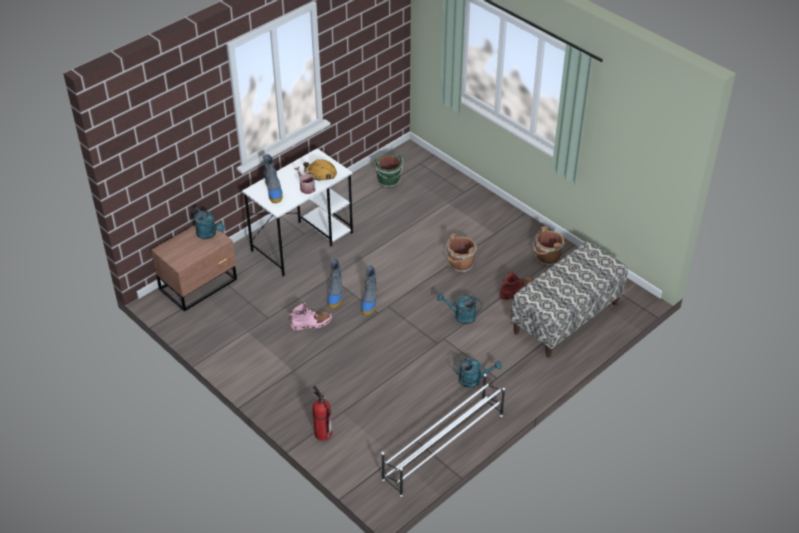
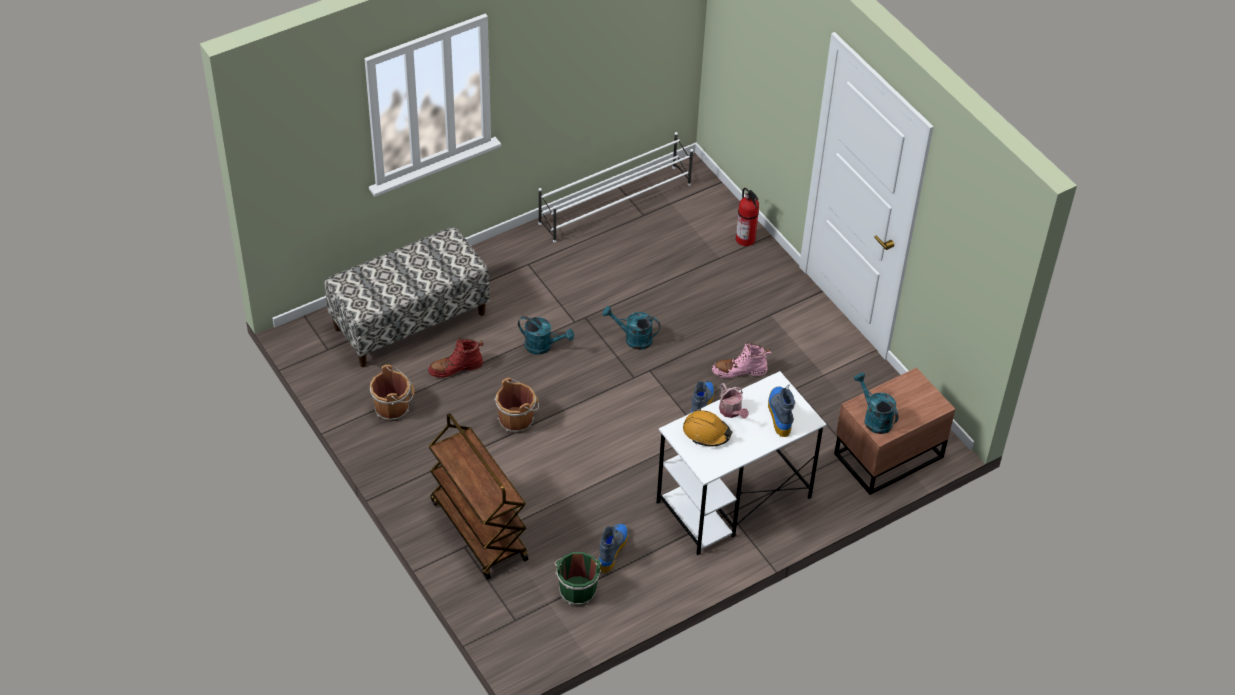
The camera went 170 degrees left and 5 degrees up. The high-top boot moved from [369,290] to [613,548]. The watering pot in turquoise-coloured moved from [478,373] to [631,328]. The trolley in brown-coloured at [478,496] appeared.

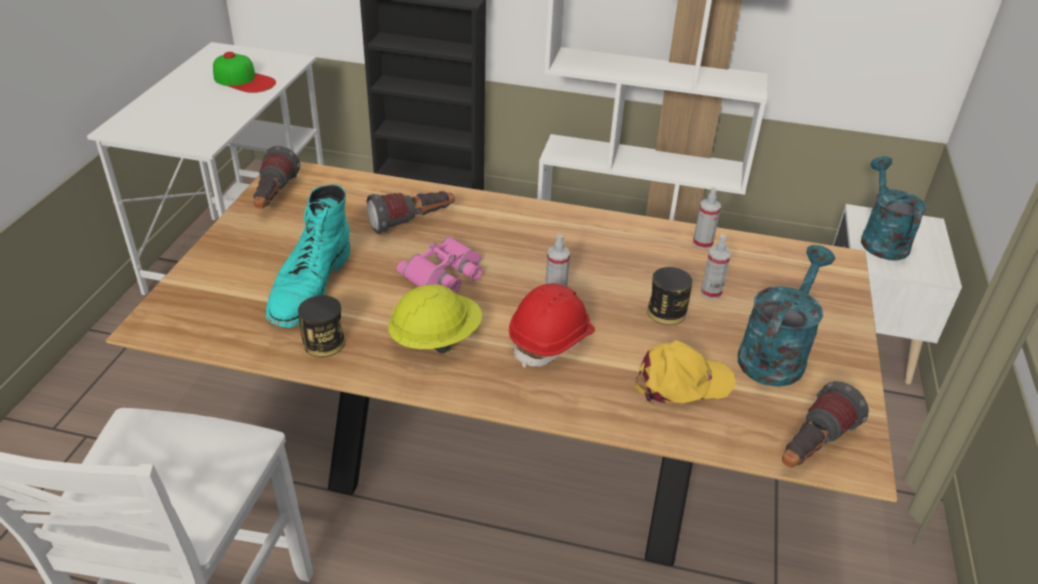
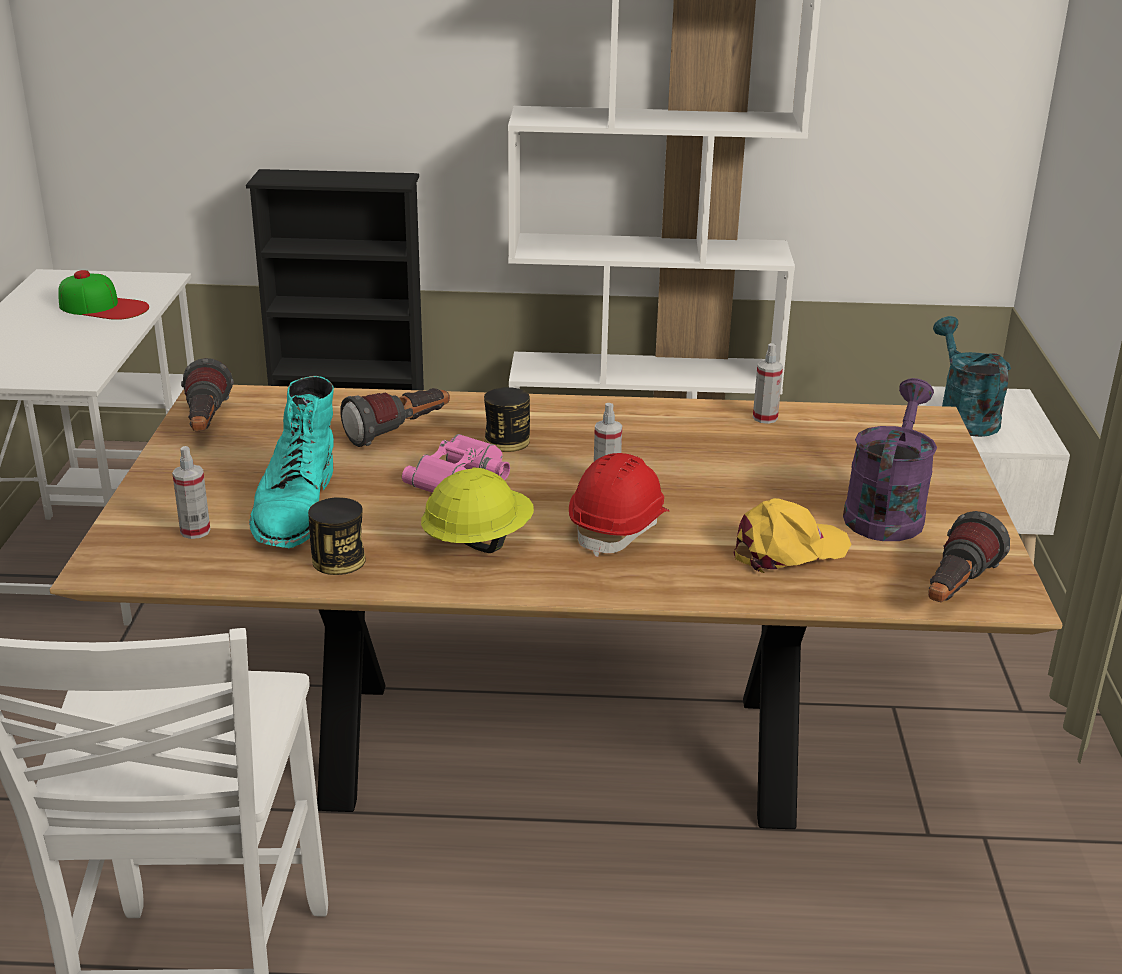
The camera went 10 degrees left and 10 degrees down. The can moved from [669,296] to [507,419]. The spray bottle moved from [716,266] to [191,492]. The watering pot in turquoise-coloured at [786,316] became the watering pot in purple-coloured at [890,459].

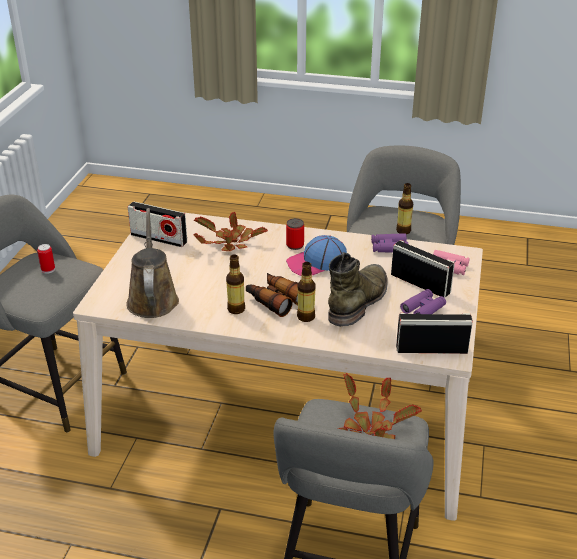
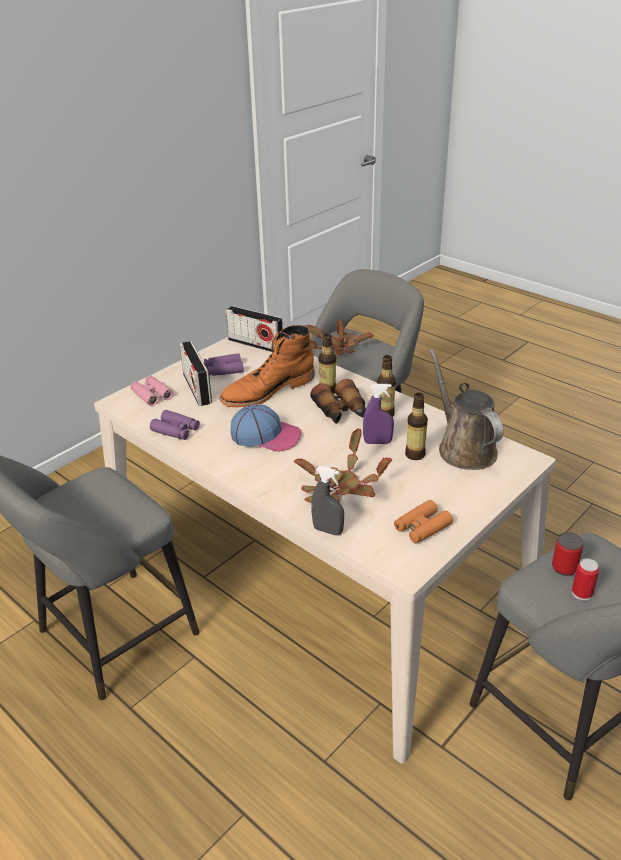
The camera went 150 degrees left and 0 degrees up. The watering pot in brown-coloured at [152,263] turned 135 degrees clockwise. The radio receiver at [157,224] was replaced by the binoculars in orange-coloured at [423,521]. The can moved from [295,234] to [567,554]. The high-top boot in greenish at [358,289] became the high-top boot in orange-coloured at [267,366]. The beverage bottle moved from [404,208] to [416,426]. The spray bottle in greyish at [327,501] appeared. The spray bottle in purple-coloured at [378,414] appeared.

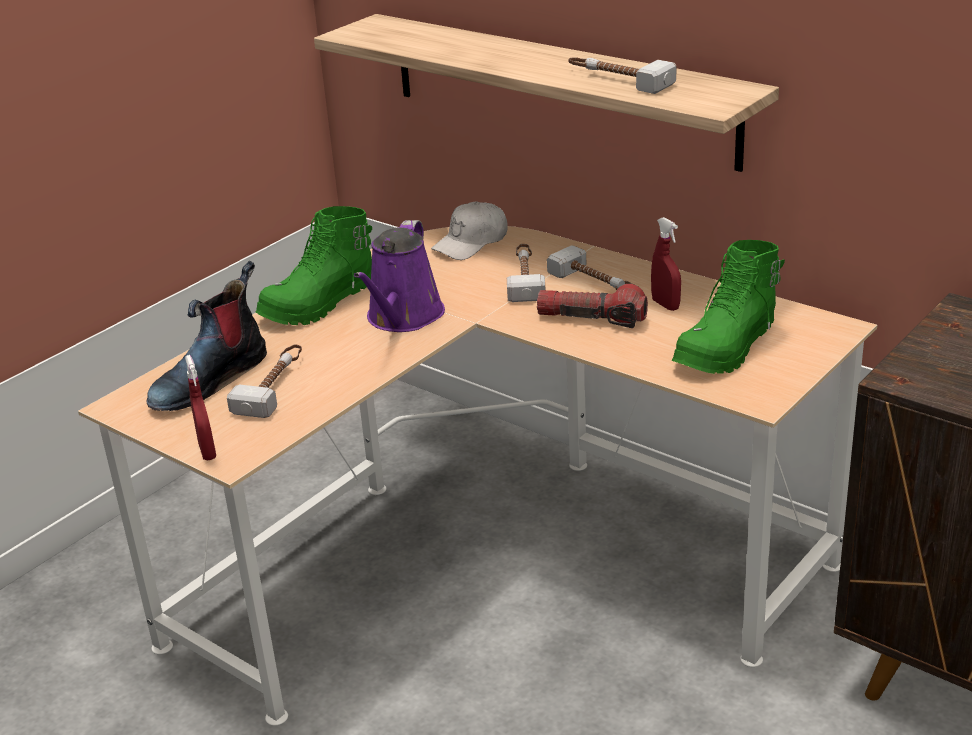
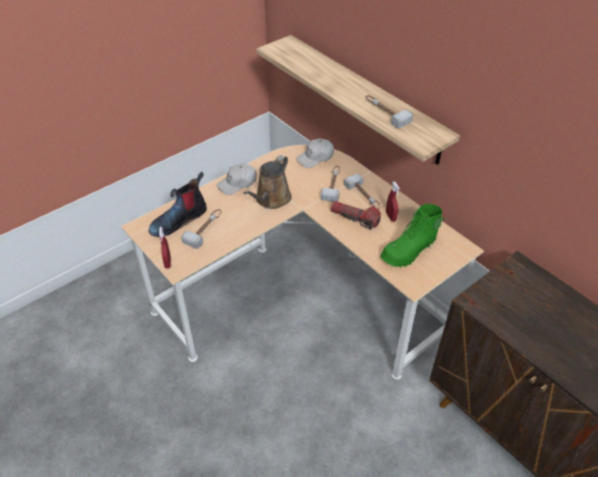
The camera went 10 degrees right and 15 degrees up. The high-top boot in greenish at [314,265] was replaced by the peaked cap in white-coloured at [237,179]. The watering pot in purple-coloured at [399,276] became the watering pot in brown-coloured at [267,182].

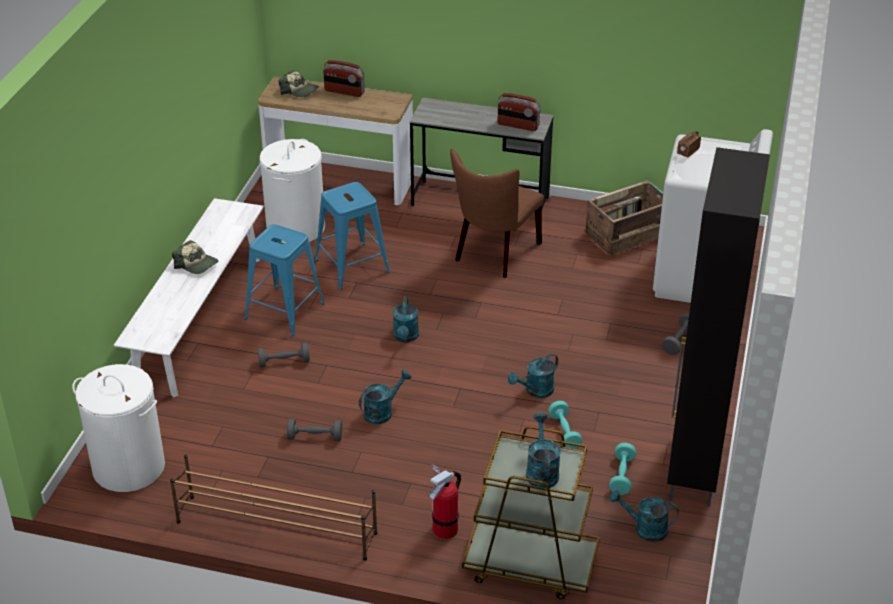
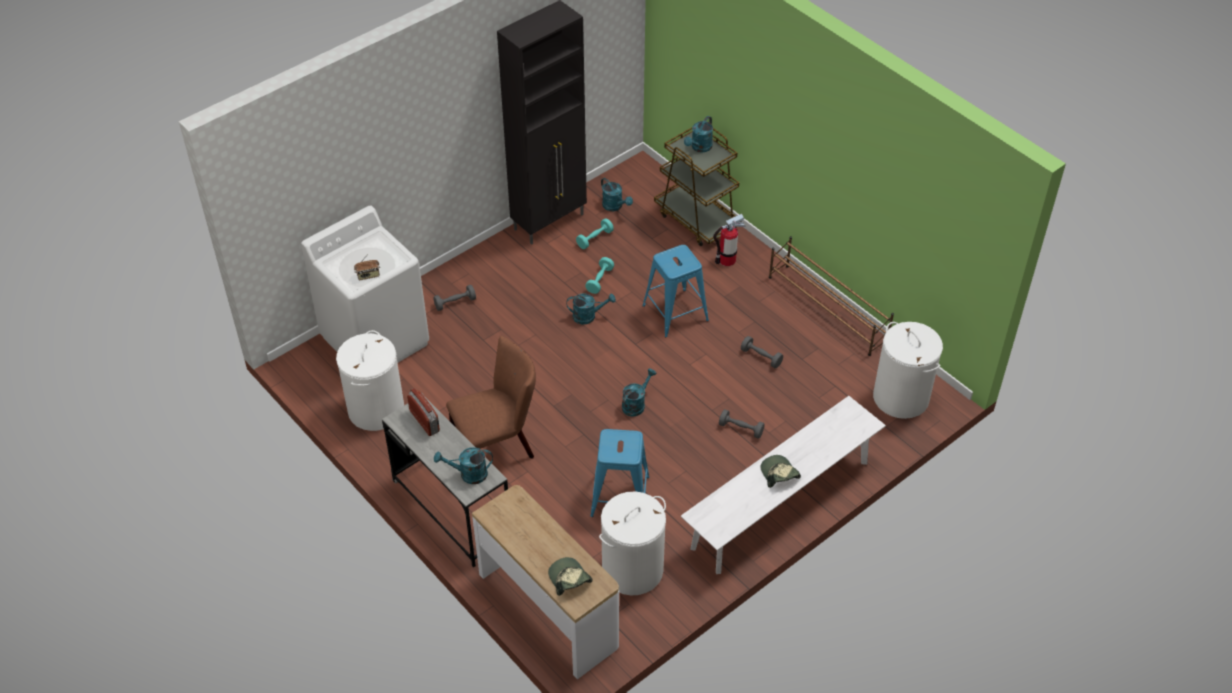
The camera went 145 degrees left and 10 degrees up. The stool seat in blue moved from [284,280] to [675,291]. The radio receiver at [344,78] disappeared. The watering pot in turquoise-coloured moved from [385,397] to [463,465]. The shipping crate at [624,217] was replaced by the laundry basket in white-coloured at [370,380].

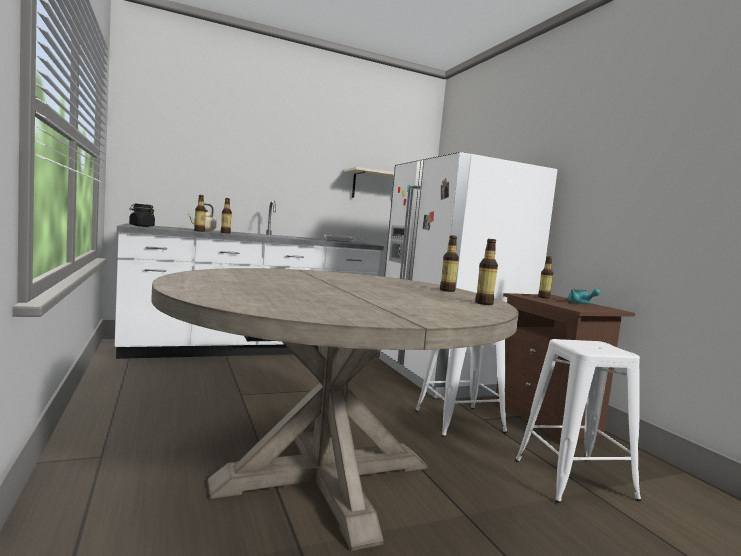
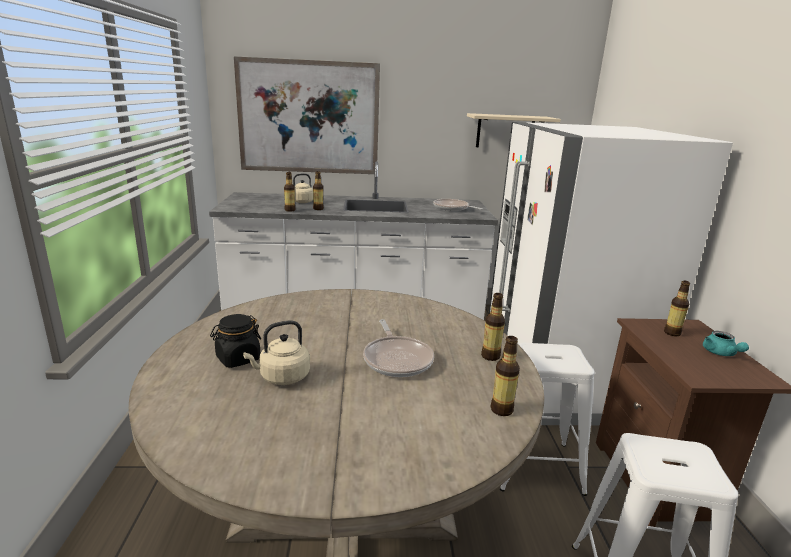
The camera went 20 degrees right and 15 degrees up. The jar in black moved from [142,215] to [235,341]. The wall picture at [307,115] appeared. The tea kettle in sand-coloured at [276,352] appeared. The skillet at [398,348] appeared.

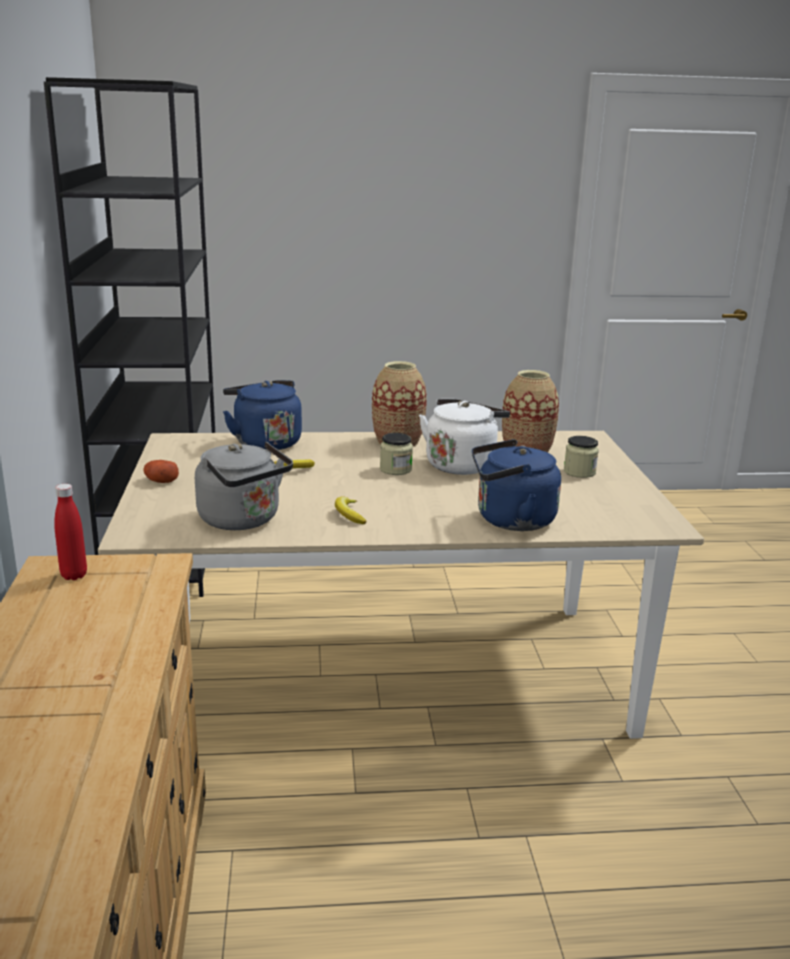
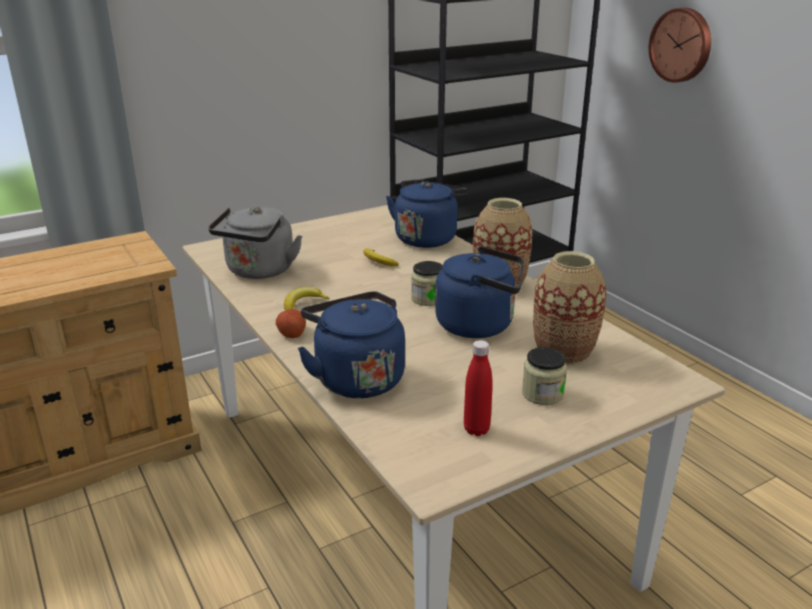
The camera went 65 degrees right and 5 degrees up. The beverage bottle in red-coloured moved from [70,532] to [478,388]. The potato moved from [161,471] to [291,323]. The tea kettle in white-coloured at [464,437] became the tea kettle in blue at [479,292]. The clock on the wall at [680,45] appeared.

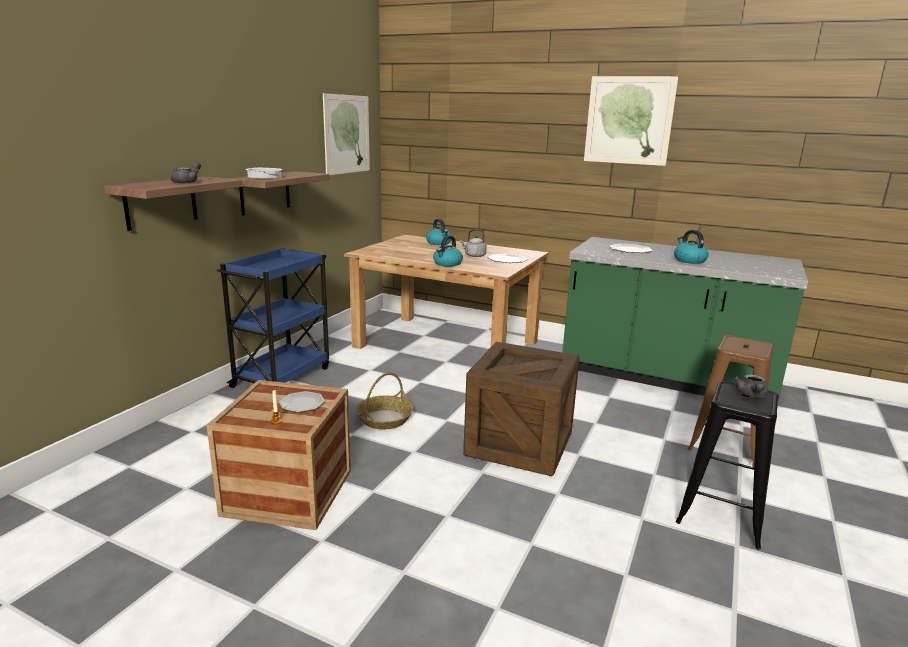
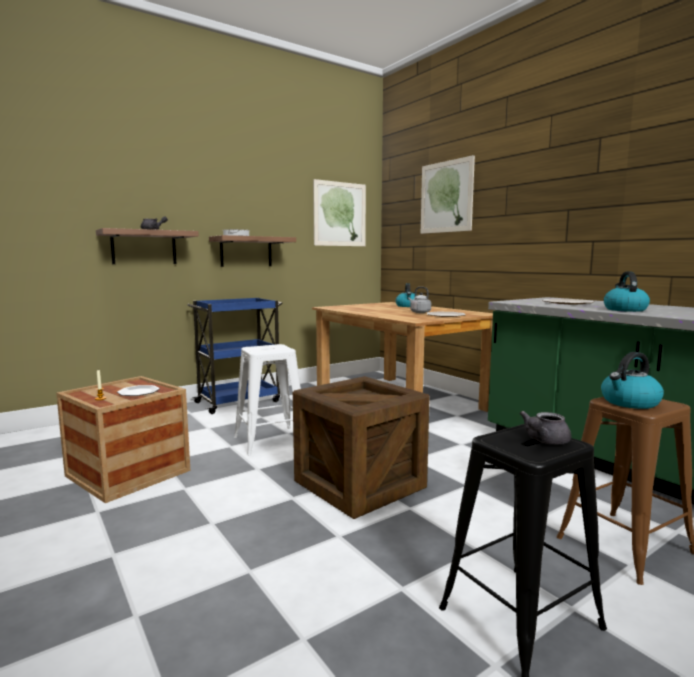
The camera went 30 degrees right and 10 degrees down. The storage basket at [384,401] was replaced by the stool seat in white-coloured at [267,400]. The tea kettle moved from [448,251] to [632,380]. The wall picture moved from [631,121] to [448,194].

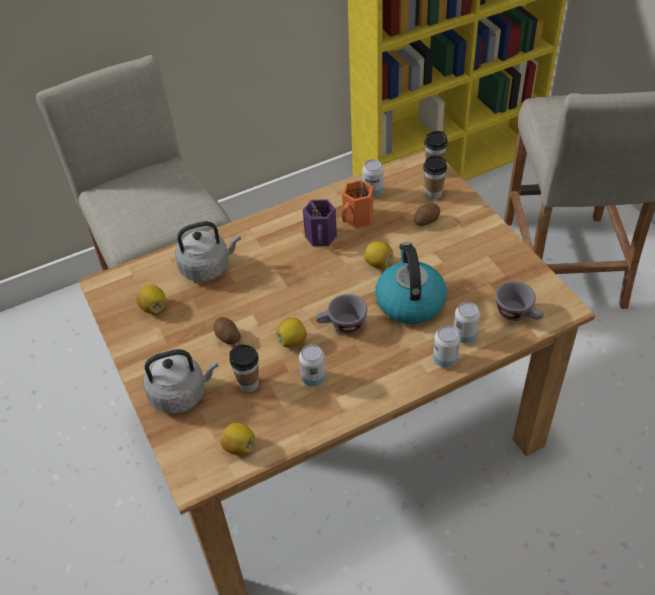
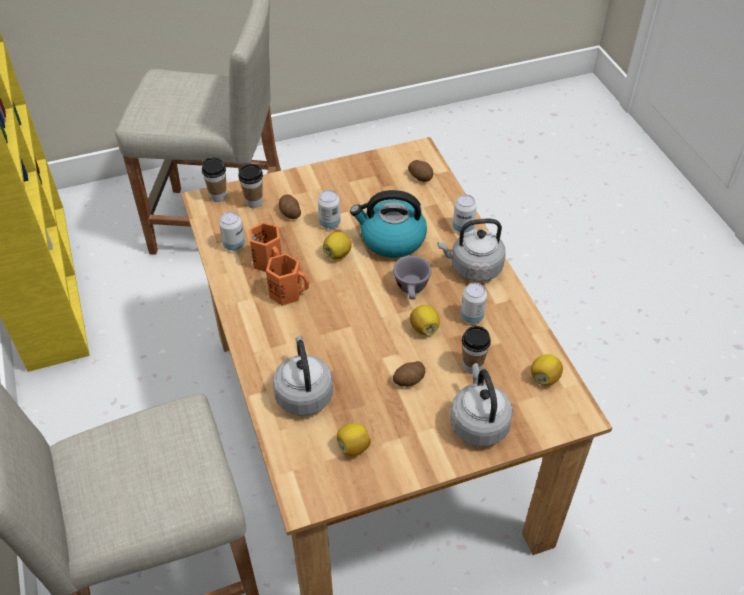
The camera went 85 degrees left and 0 degrees up. The coffee mug in purple-coloured at [320,222] became the coffee mug in orange-coloured at [287,279]. The can moved from [467,322] to [329,209]. The cup in greyish at [519,301] was replaced by the potato at [420,171]. The tea kettle in greyish at [471,250] appeared.

